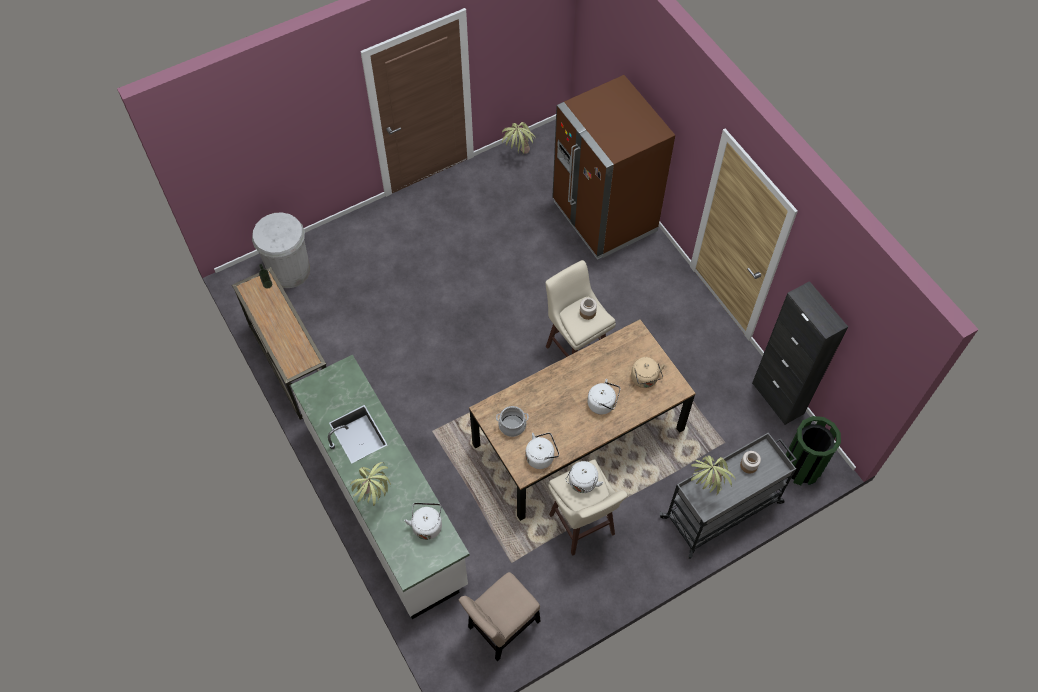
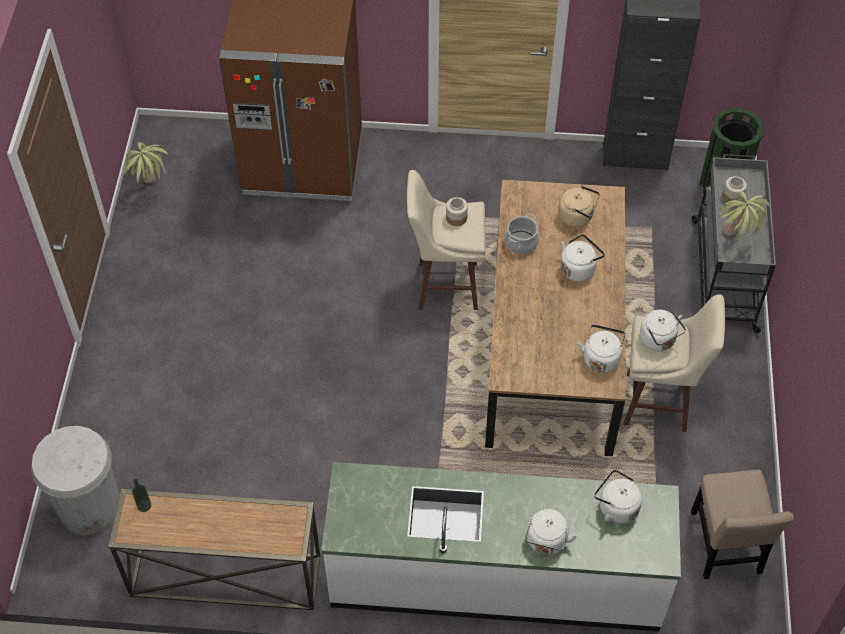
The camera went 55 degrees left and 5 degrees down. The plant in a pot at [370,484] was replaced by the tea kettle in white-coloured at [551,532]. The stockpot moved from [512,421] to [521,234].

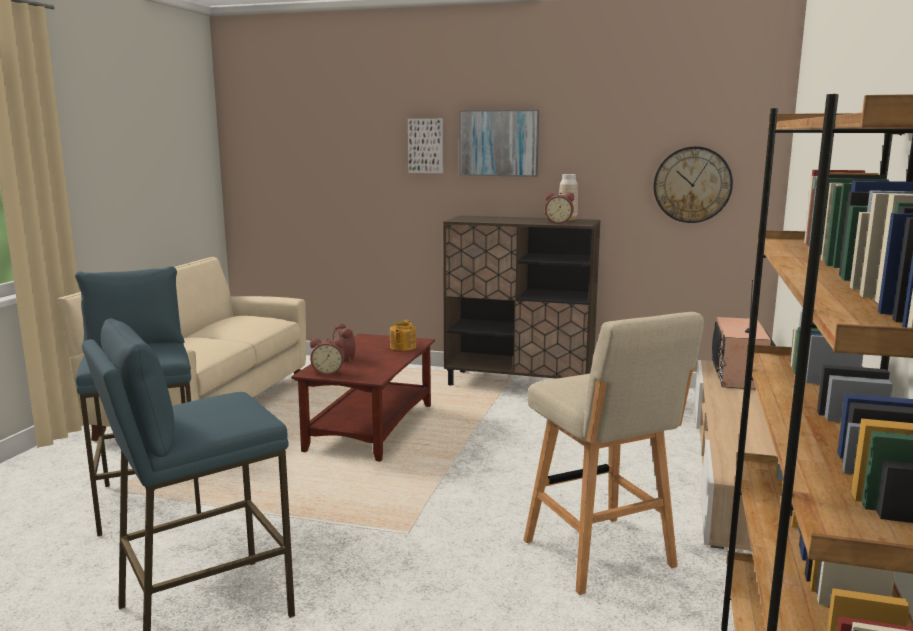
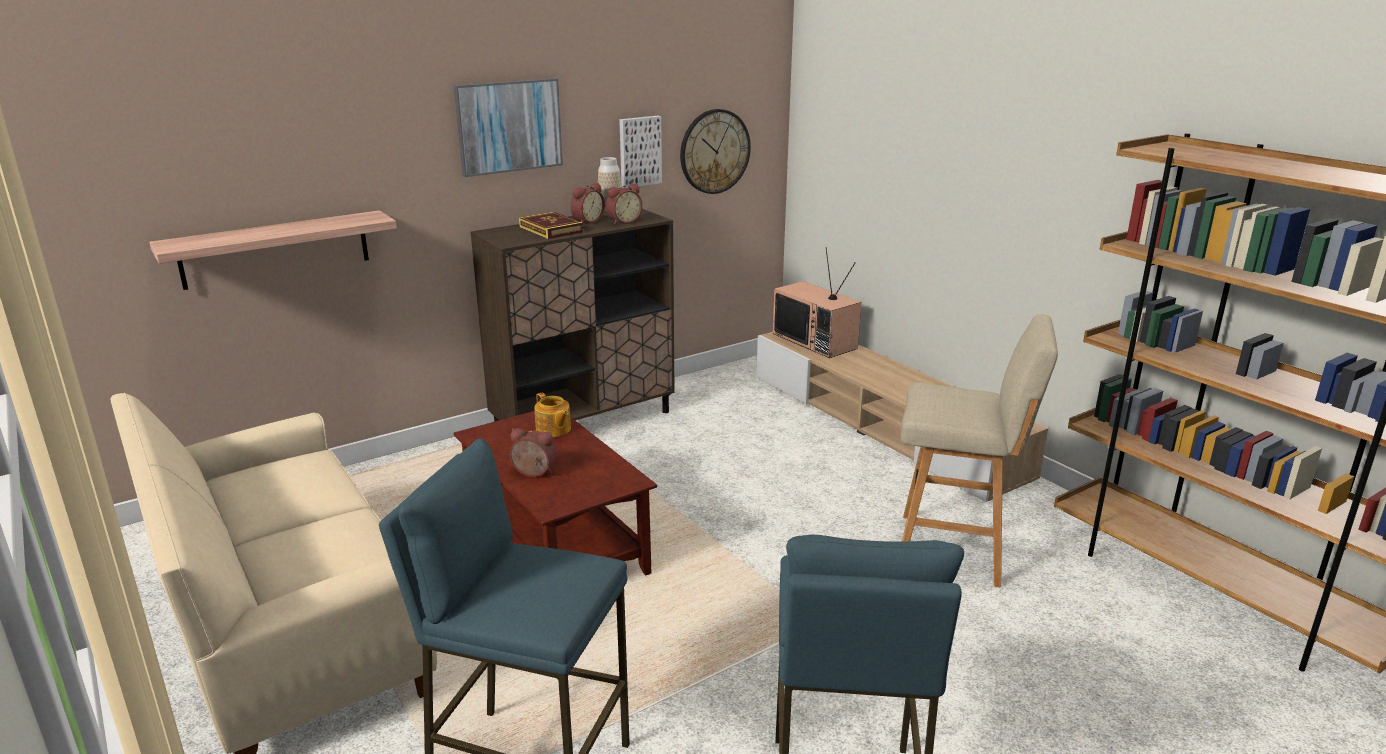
The camera went 50 degrees left and 10 degrees up. The bedside clock moved from [327,356] to [587,203]. The wall picture moved from [425,146] to [640,152]. The wall shelf at [273,250] appeared. The bound book at [551,225] appeared.

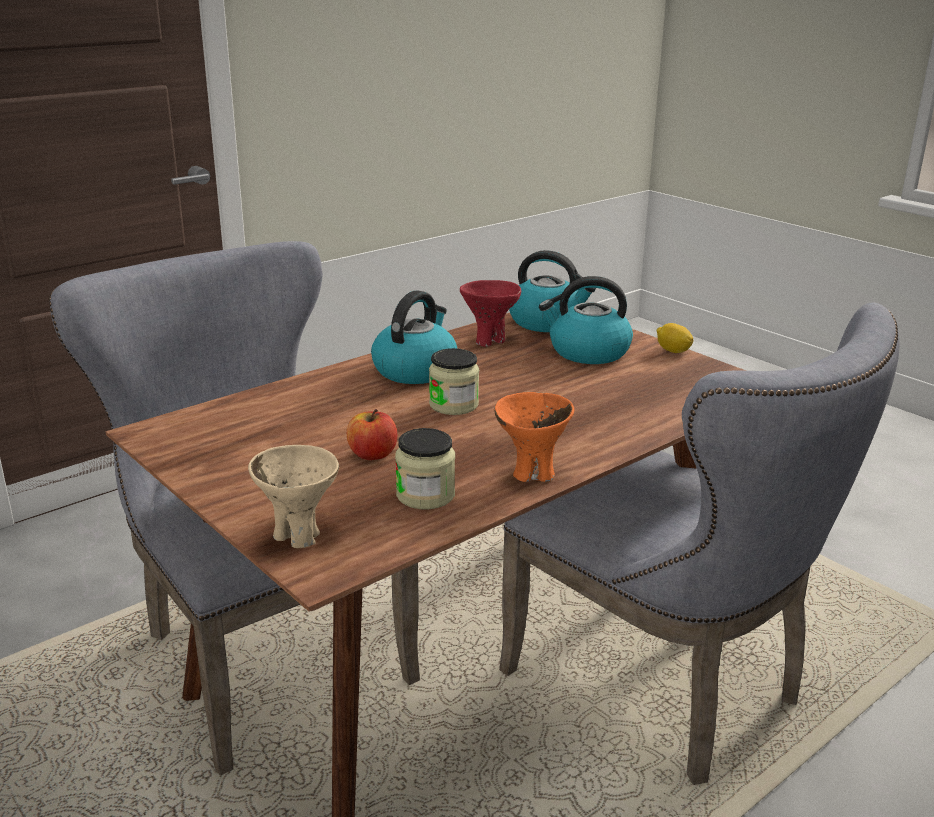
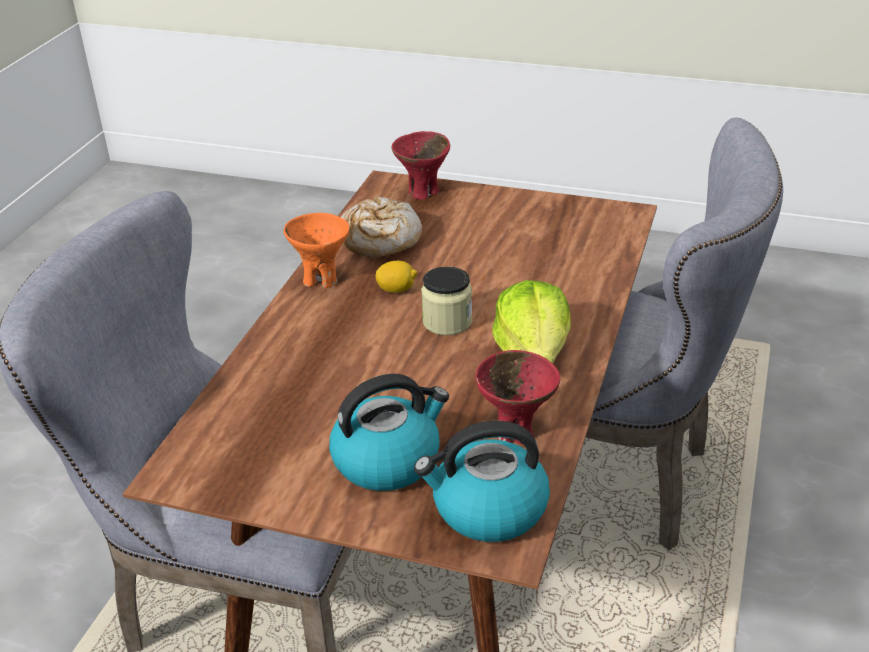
The camera went 150 degrees right and 10 degrees up. The deep dish in sand-coloured at [293,496] became the deep dish in red-coloured at [420,165]. The whole apple at [372,434] disappeared. The tea kettle at [414,337] was replaced by the lettuce head at [531,322]. The jar at [425,468] was replaced by the bread at [381,226]. The citrus fruit moved from [674,338] to [396,277].

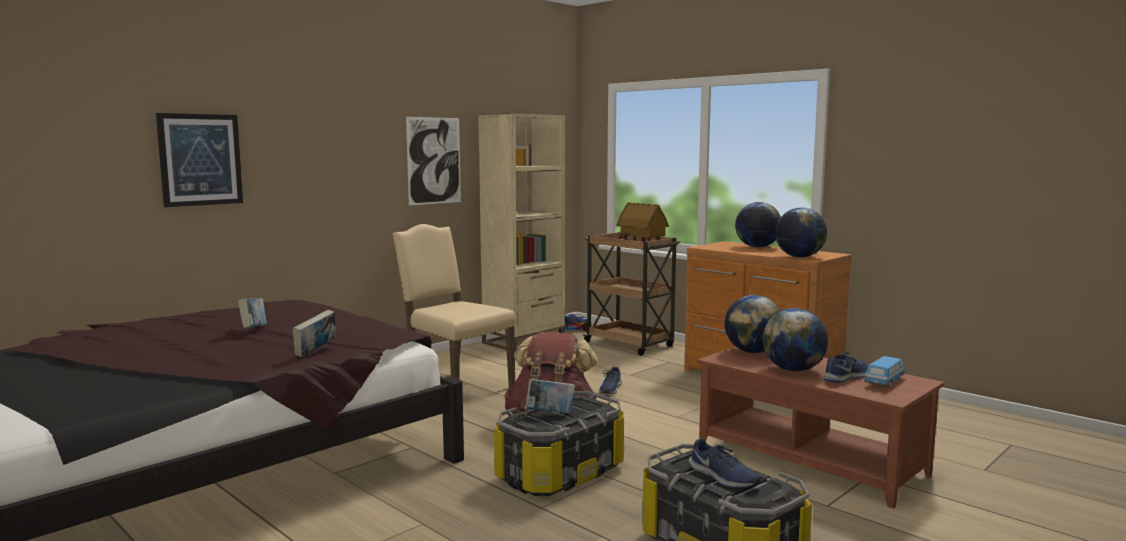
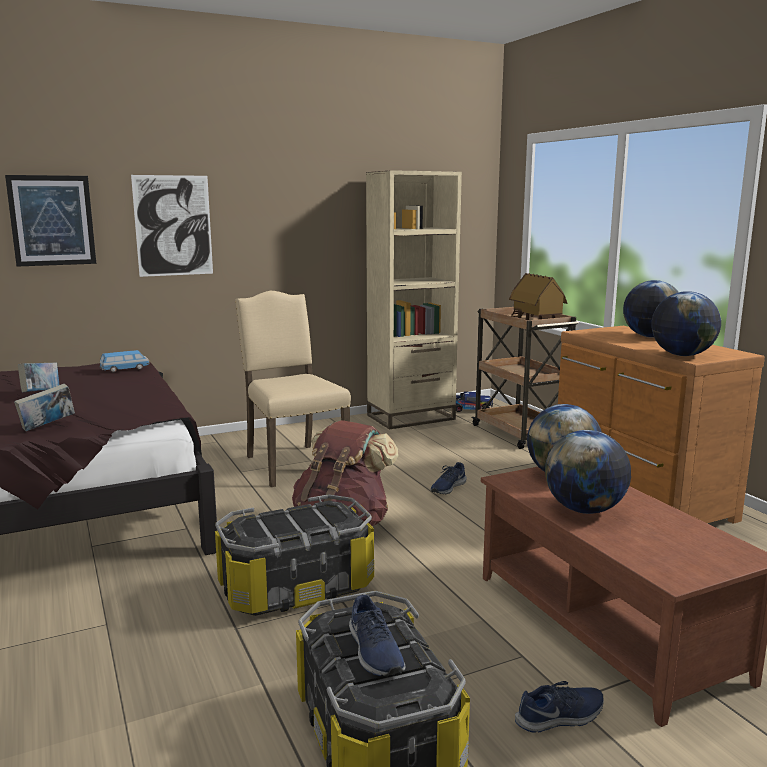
The camera went 20 degrees right and 5 degrees up. The wall picture moved from [433,161] to [172,226]. The bound book at [550,396] disappeared. The item of footwear in blue moved from [845,367] to [559,707]. The toy car moved from [885,371] to [124,361].

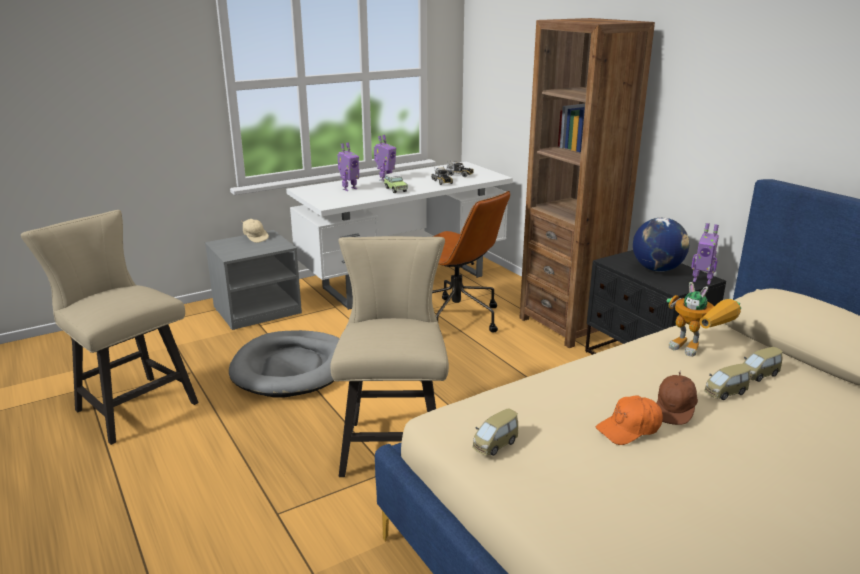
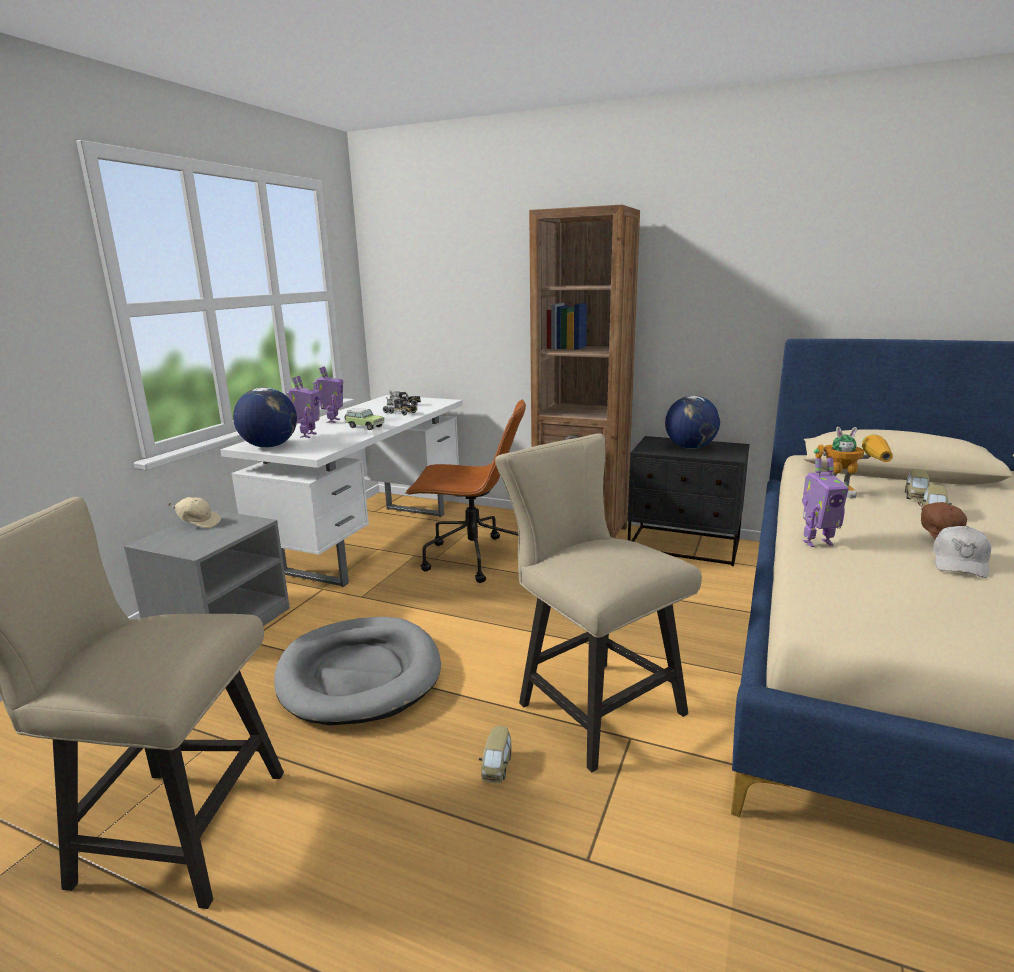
The camera went 35 degrees left and 5 degrees down. The toy car moved from [495,432] to [495,754]. The peaked cap in orange-coloured at [629,420] became the peaked cap in white-coloured at [961,552]. The robot figure moved from [705,254] to [825,502]. The desk globe at [265,418] appeared.

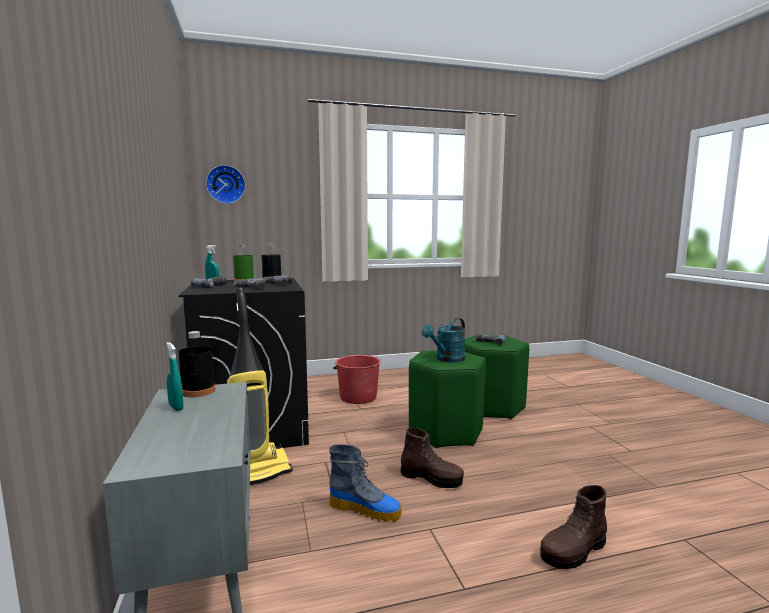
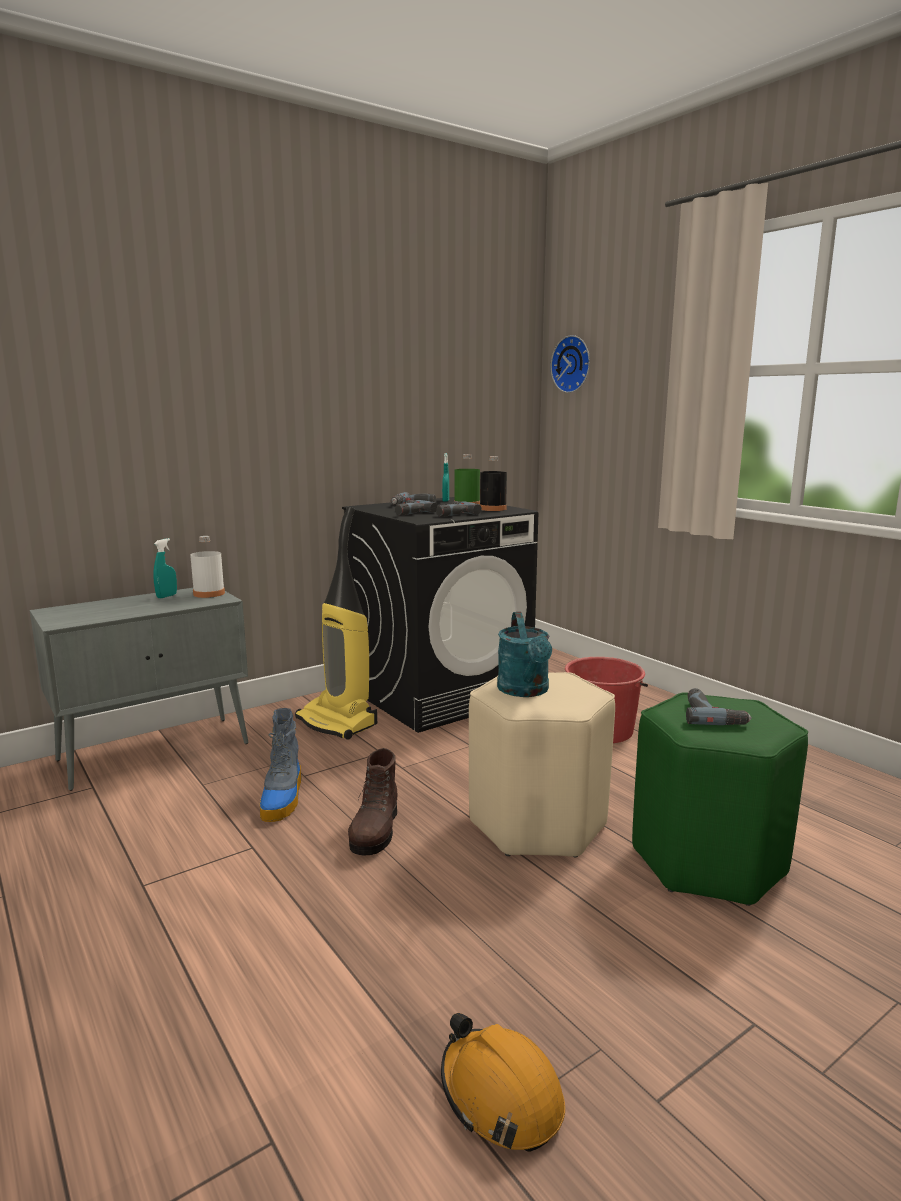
The camera went 70 degrees right and 5 degrees up. The beverage bottle in black at [197,364] became the beverage bottle in white-coloured at [207,567]. The stool seat in greenish at [447,399] became the stool seat in sand-coloured at [542,765]. The watering pot in turquoise-coloured at [443,340] turned 120 degrees counterclockwise. The high-top boot in brown-coloured at [573,527] disappeared. The safety helmet in orange-coloured at [503,1082] appeared.

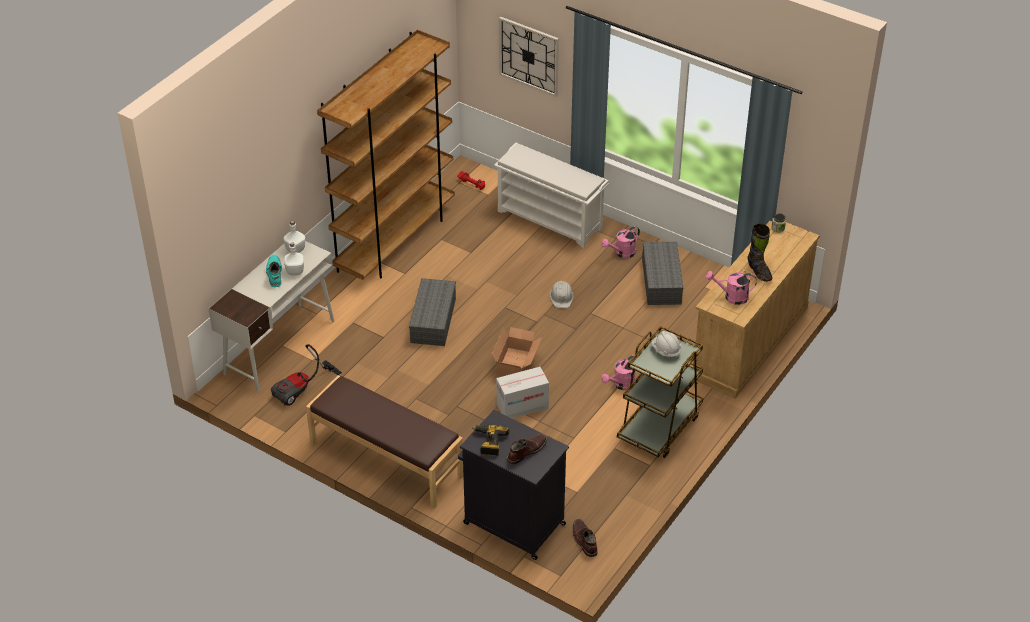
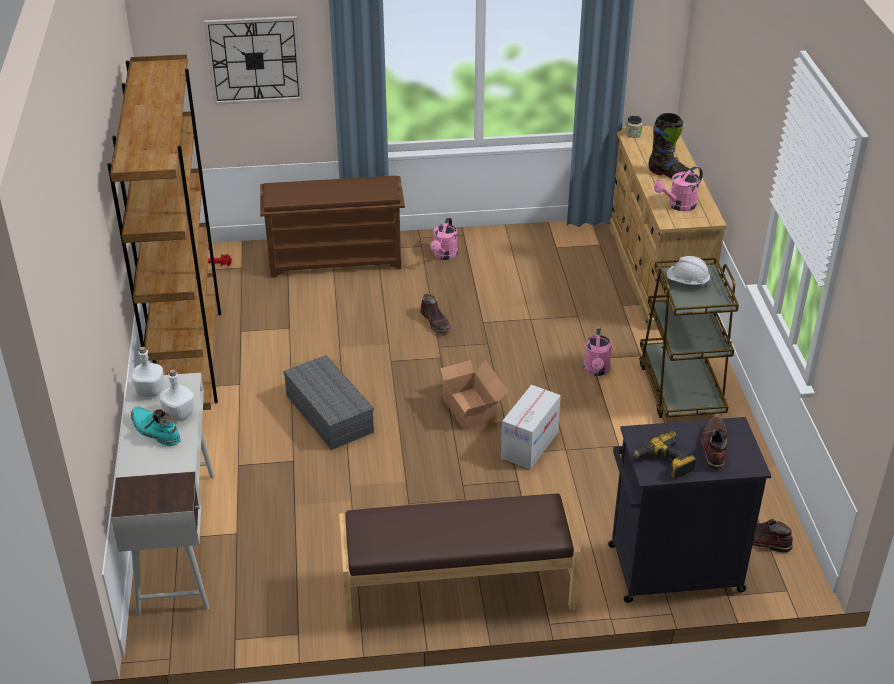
The camera went 40 degrees left and 5 degrees down. The vacuum at [306,375] disappeared. The shoe stand in white-coloured at [551,195] became the shoe stand in brown-coloured at [332,227]. The safety helmet in white-coloured at [561,294] was replaced by the high-top boot in brown-coloured at [435,313]. The storage container in greyish at [662,273] disappeared.

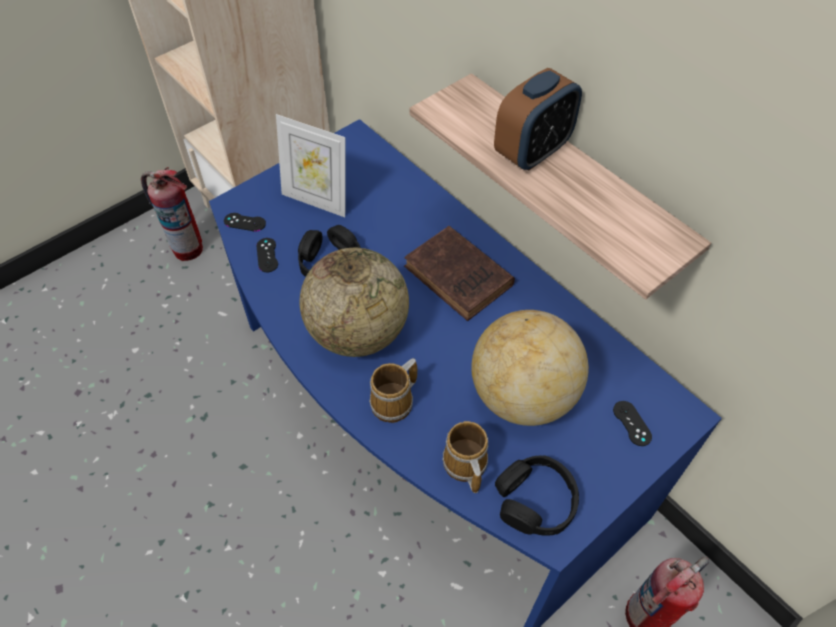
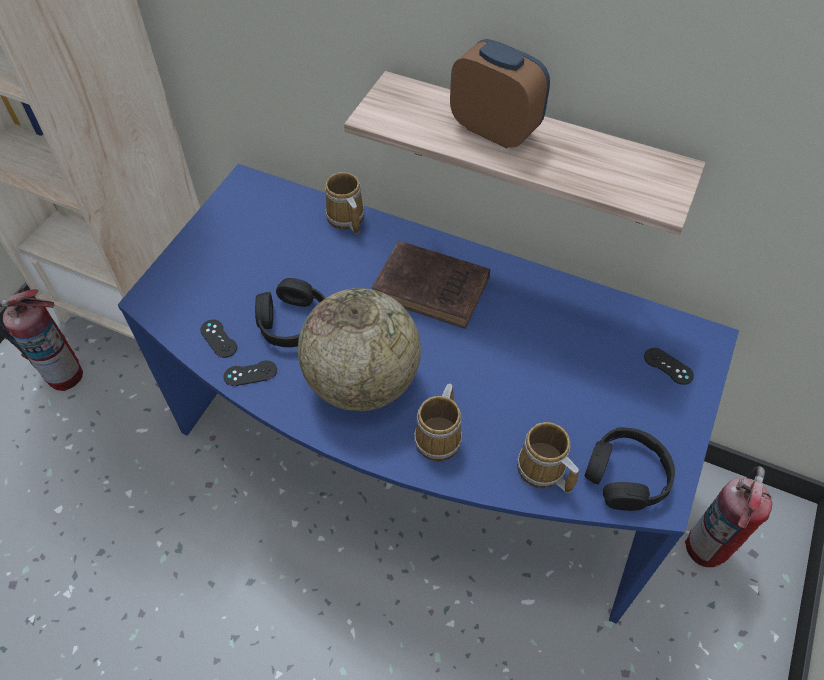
The camera went 25 degrees left and 0 degrees up. The gamepad in black moved from [245,222] to [250,373]. The standing frame at [311,165] disappeared. The desk globe at [530,368] disappeared. The bedside clock at [538,119] turned 75 degrees counterclockwise. The coffee mug at [345,203] appeared.

